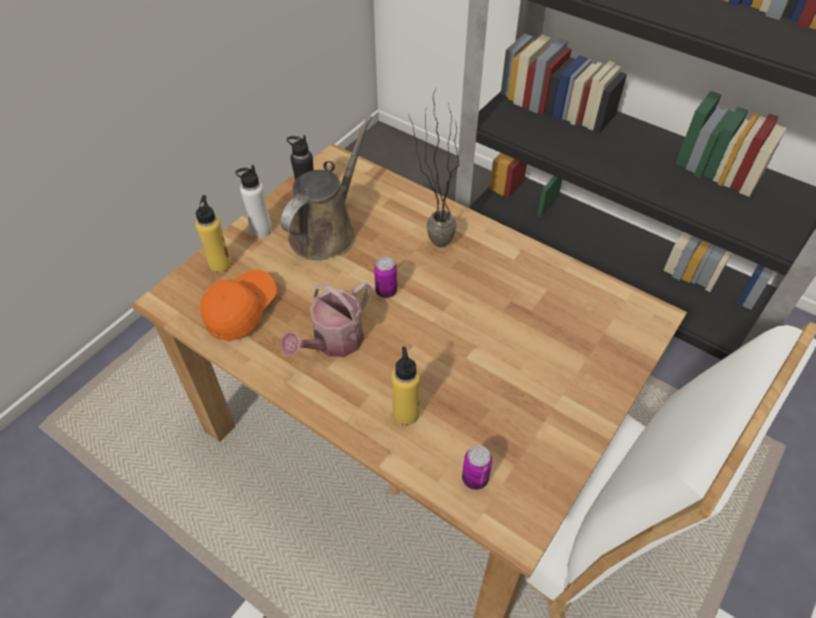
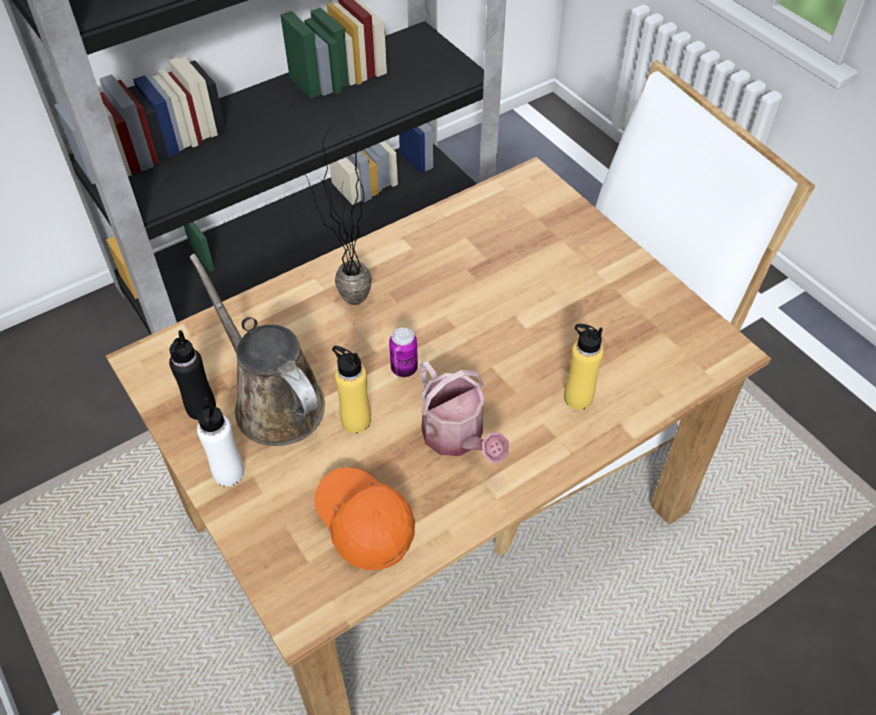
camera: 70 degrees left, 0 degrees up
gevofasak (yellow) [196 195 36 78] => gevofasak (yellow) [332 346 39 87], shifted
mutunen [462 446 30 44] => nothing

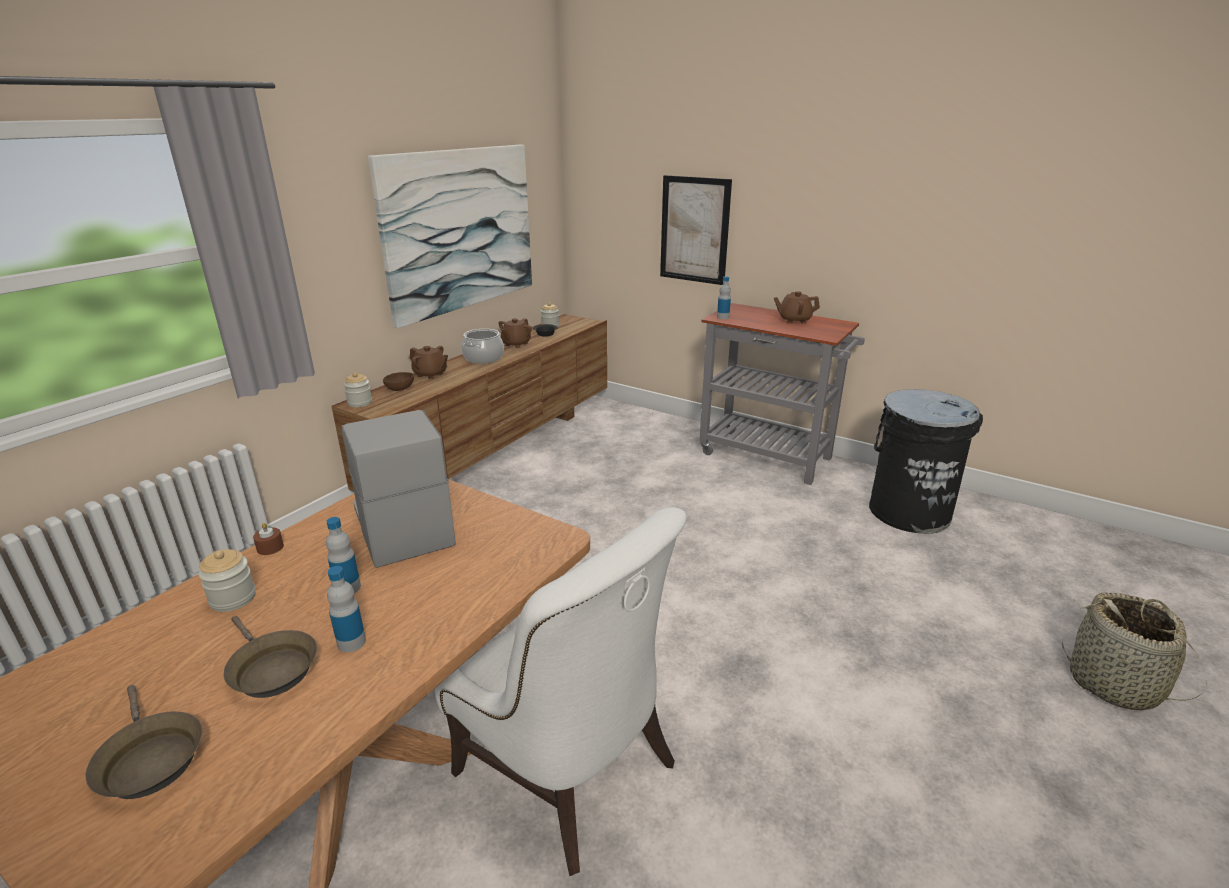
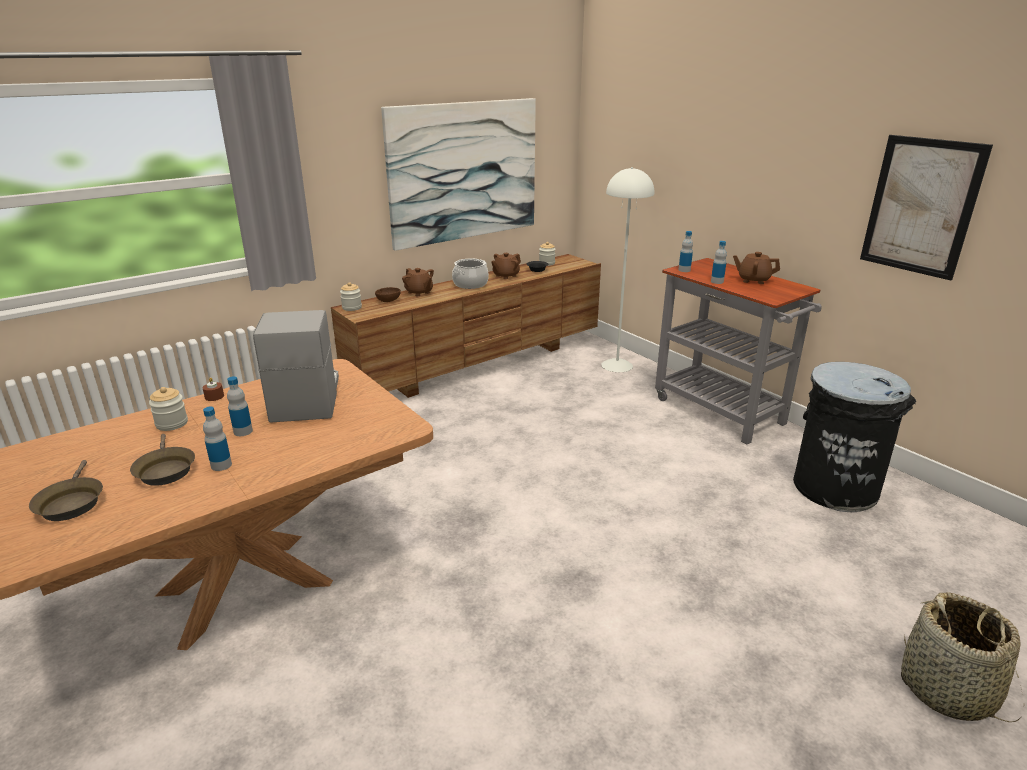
camera: 20 degrees right, 0 degrees up
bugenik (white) [434 507 253 369] => nothing
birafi [660 175 72 110] => birafi [860 135 133 146], shifted
nothing => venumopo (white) [601 167 53 205]
nothing => gevofasak [711 241 16 43]

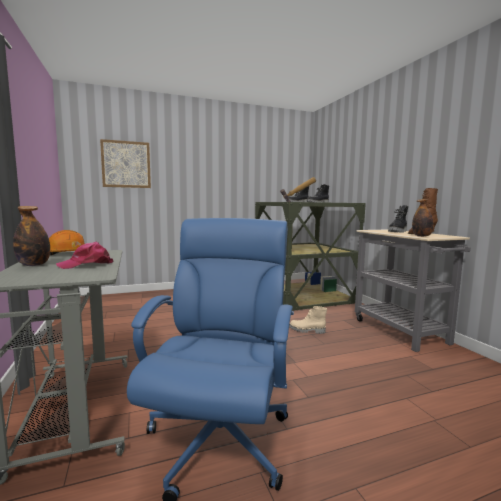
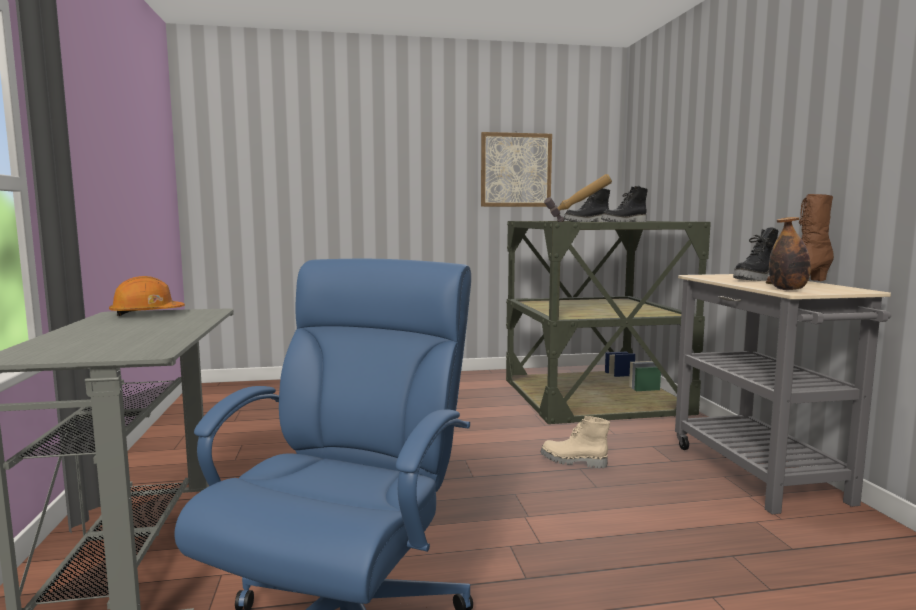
camera: 10 degrees right, 0 degrees up
gevofasak [13 206 37 60] => nothing
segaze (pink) [56 242 58 27] => nothing
birafi [100 139 51 49] => birafi [481 131 71 76], shifted

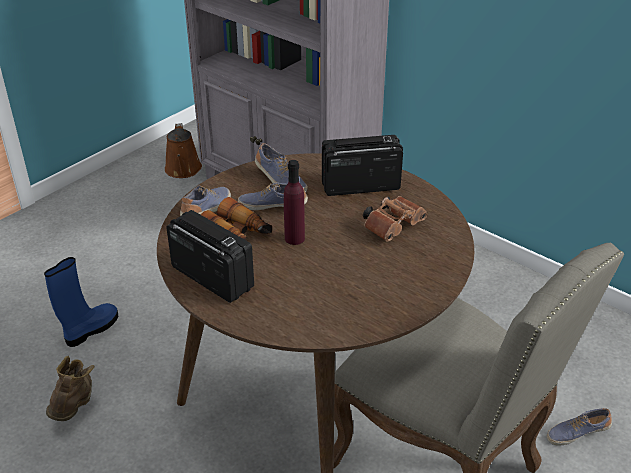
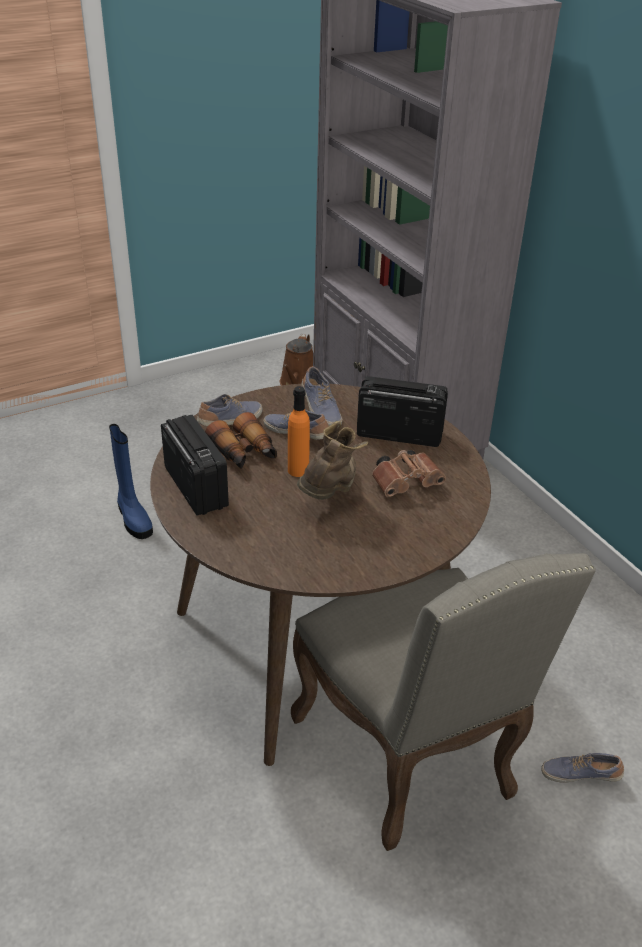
camera: 20 degrees right, 0 degrees up
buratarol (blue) [44 257 74 90] => buratarol (blue) [109 424 44 115], 90 degrees clockwise
buratarol (brown) [46 356 48 65] => buratarol (brown) [297 421 71 79], shifted
gevofasak (purple) [284 160 21 85] => gevofasak (orange) [288 386 22 91]

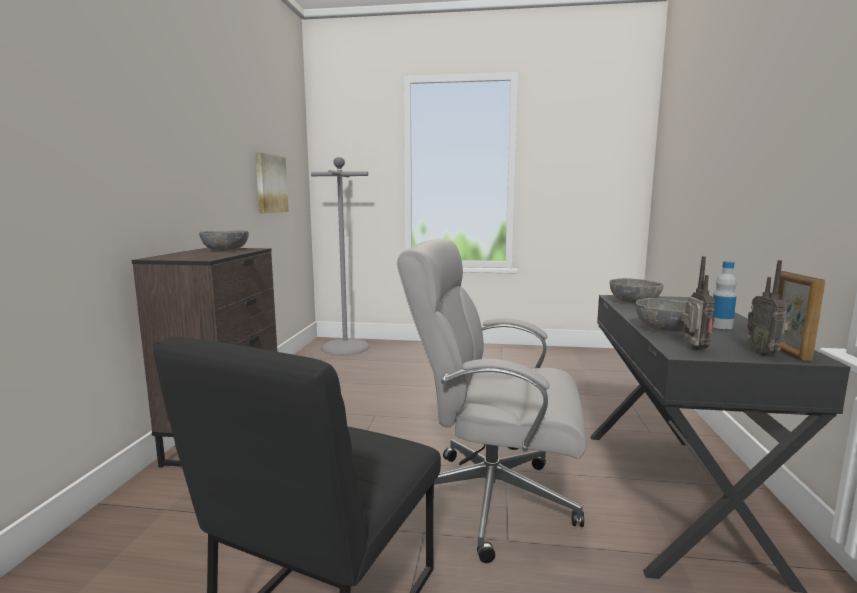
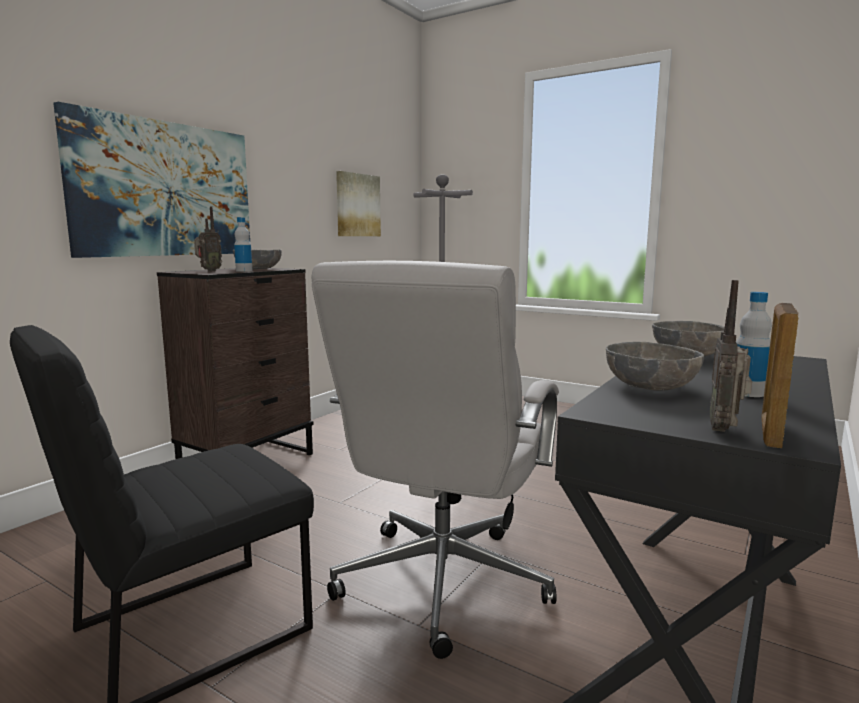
camera: 25 degrees right, 0 degrees up
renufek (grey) [397 238 190 325] => renufek (grey) [311 261 248 398], 105 degrees counterclockwise
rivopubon [681 256 34 94] => rivopubon [194 206 28 65], shifted
nothing => birafi [53 102 197 156]
nothing => gevofasak [234 217 18 55]

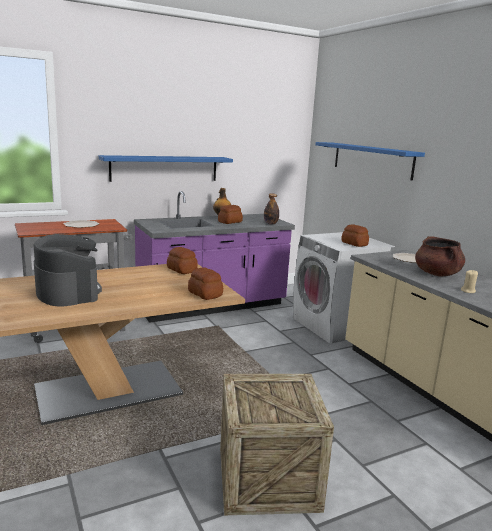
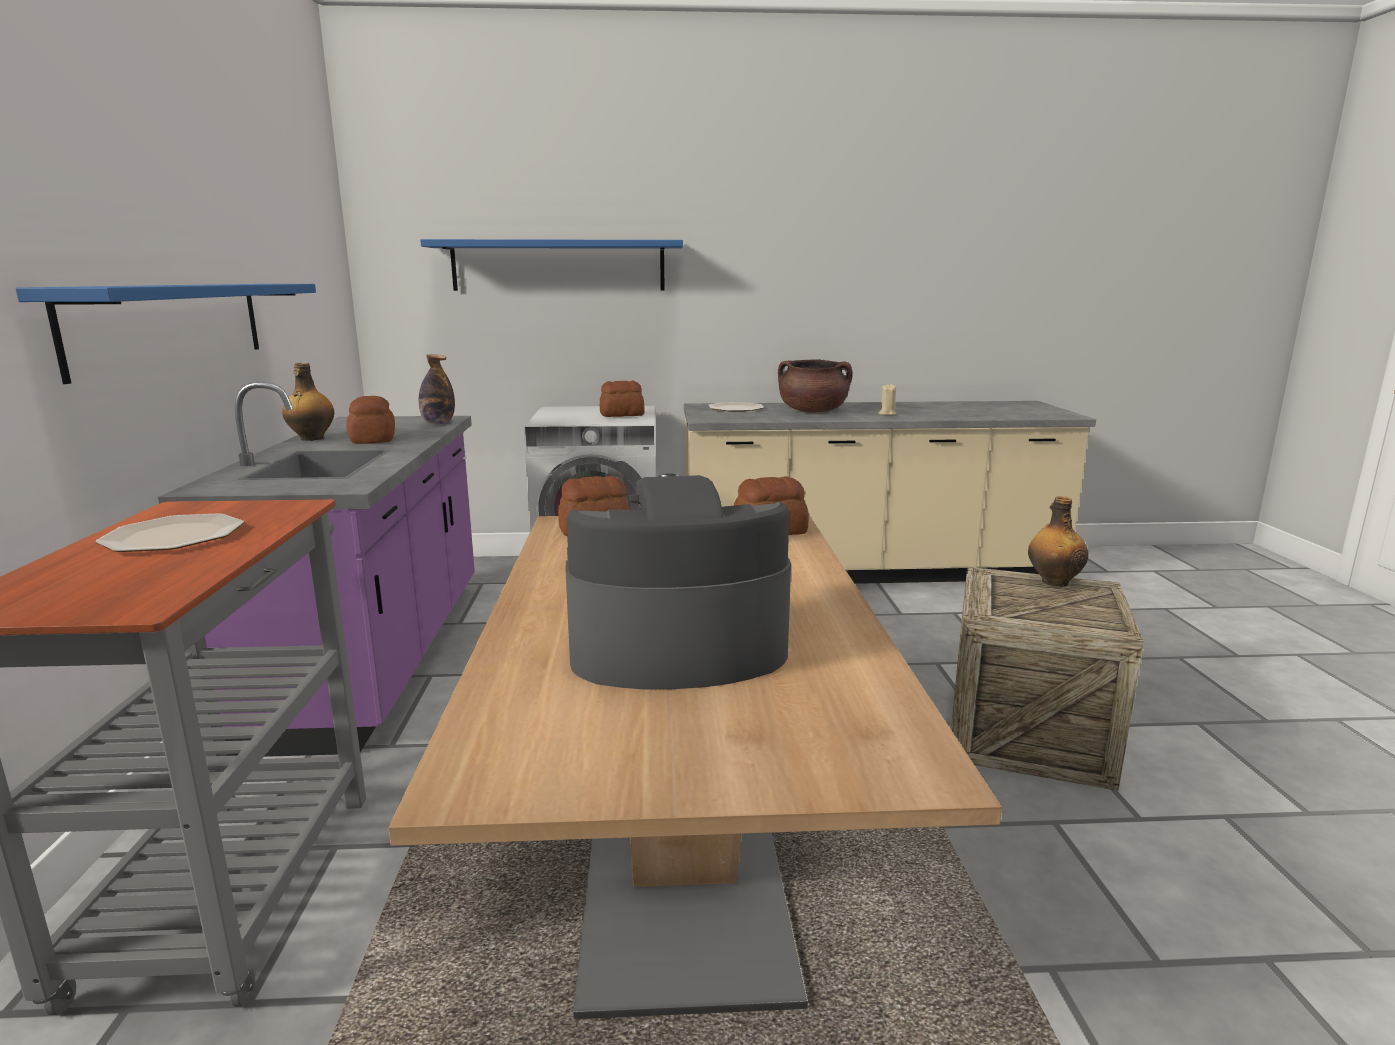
camera: 65 degrees left, 0 degrees up
nothing => gevofasak [1028 496 60 91]

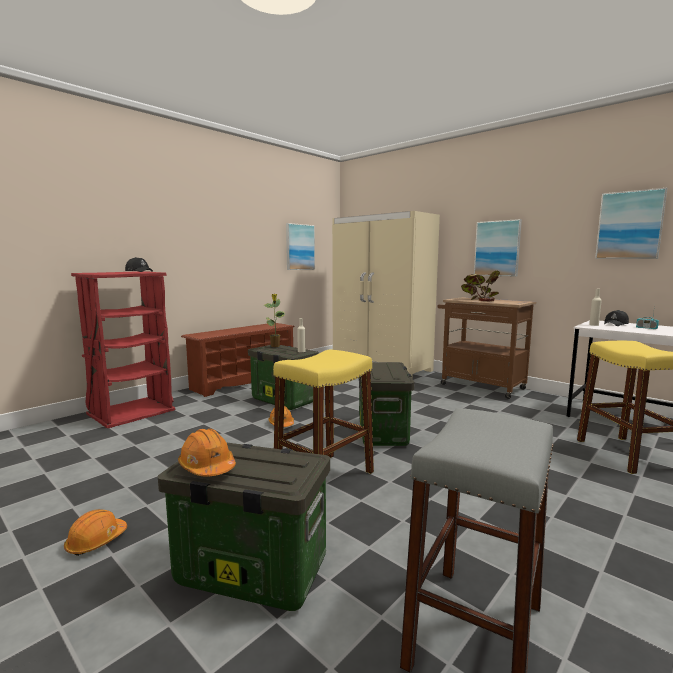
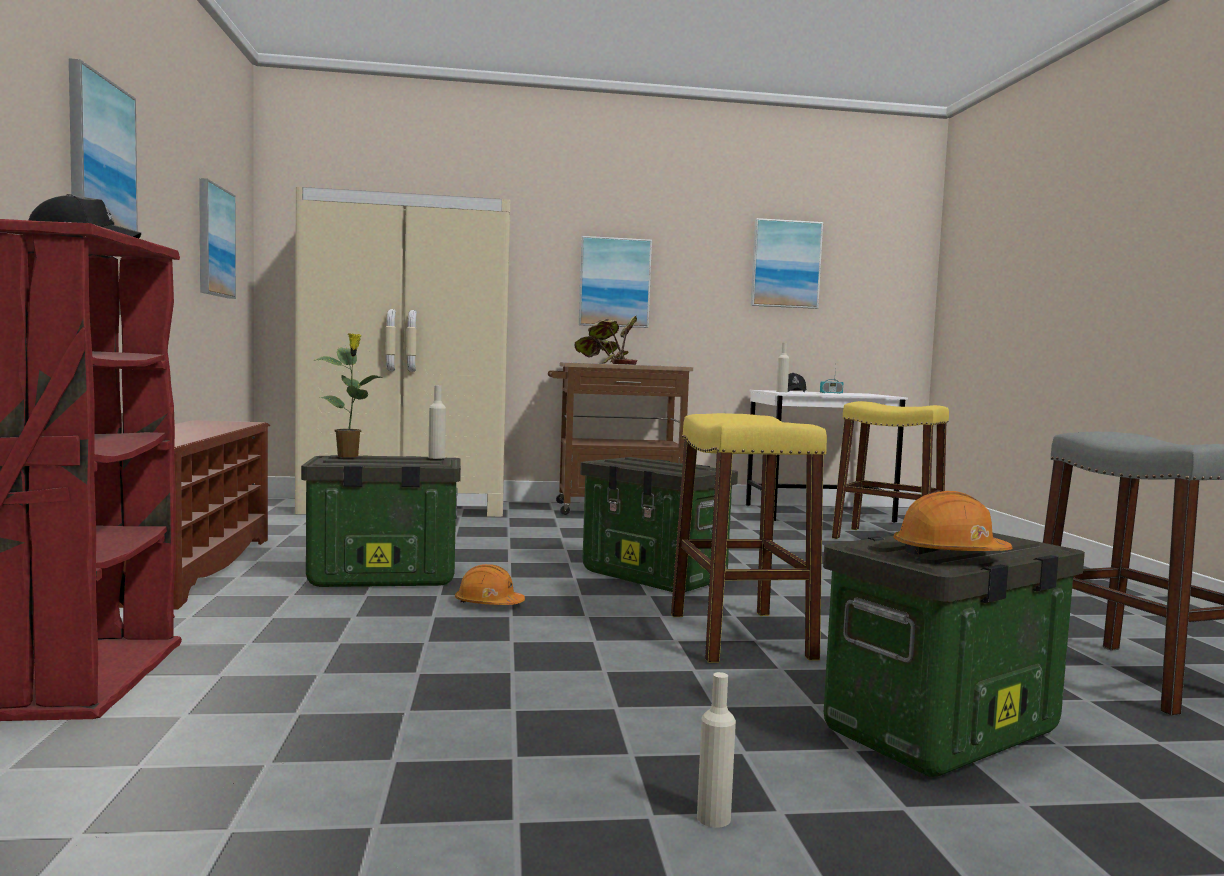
camera: 50 degrees left, 5 degrees down
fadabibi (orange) [64 509 63 47] => gevofasak (beige) [697 672 39 156]
nothing => birafi [69 58 69 174]

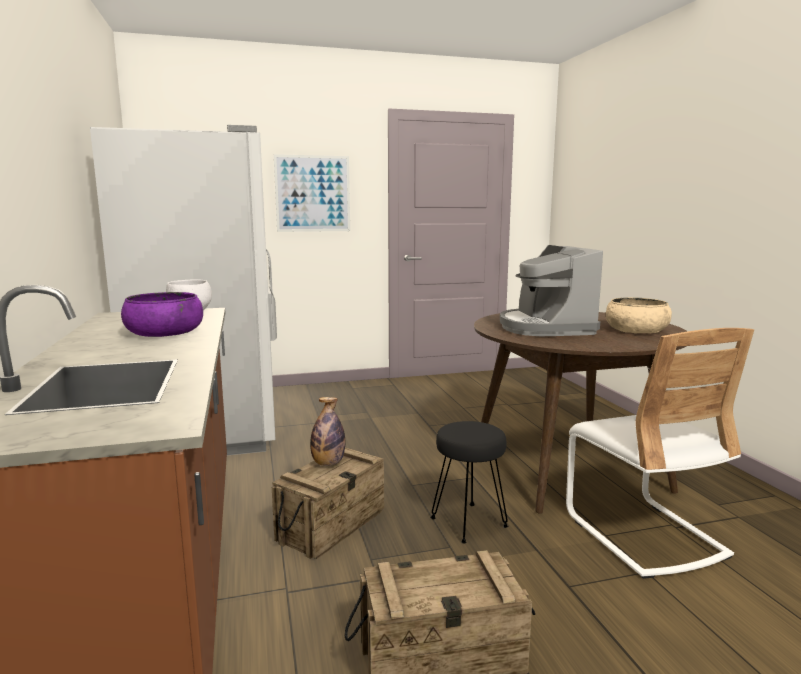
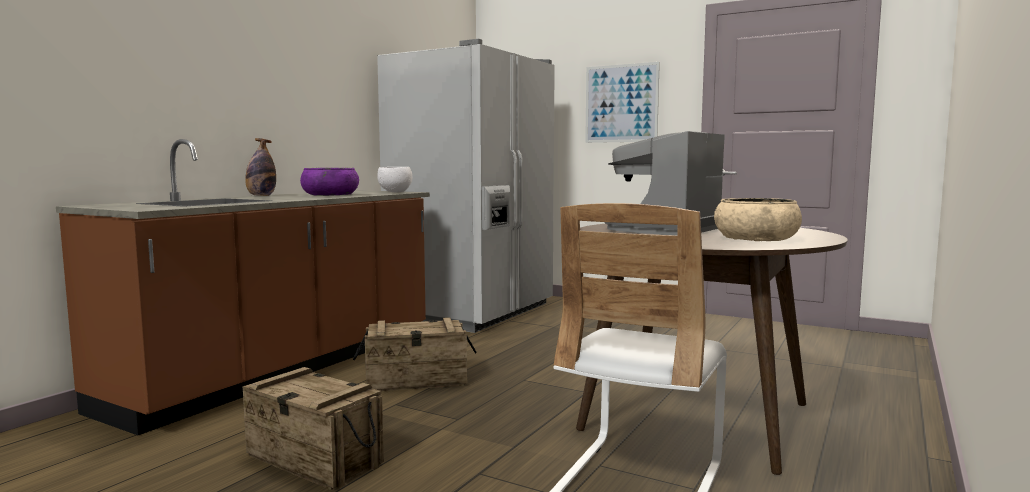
camera: 45 degrees right, 5 degrees down
gevofasak [310 397 35 69] => gevofasak [245 138 31 58], shifted
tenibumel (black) [430 421 78 122] => nothing

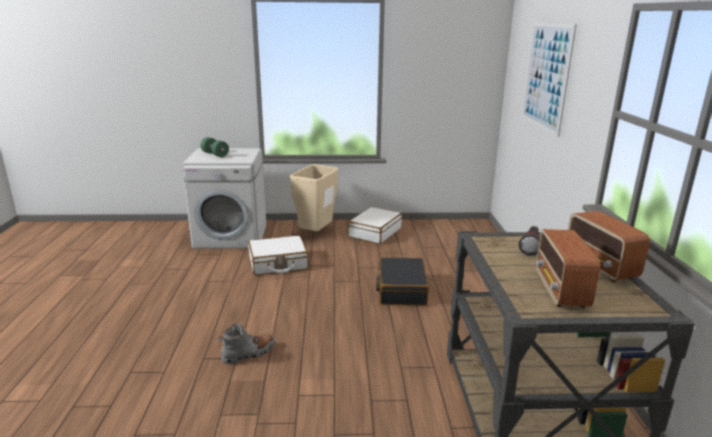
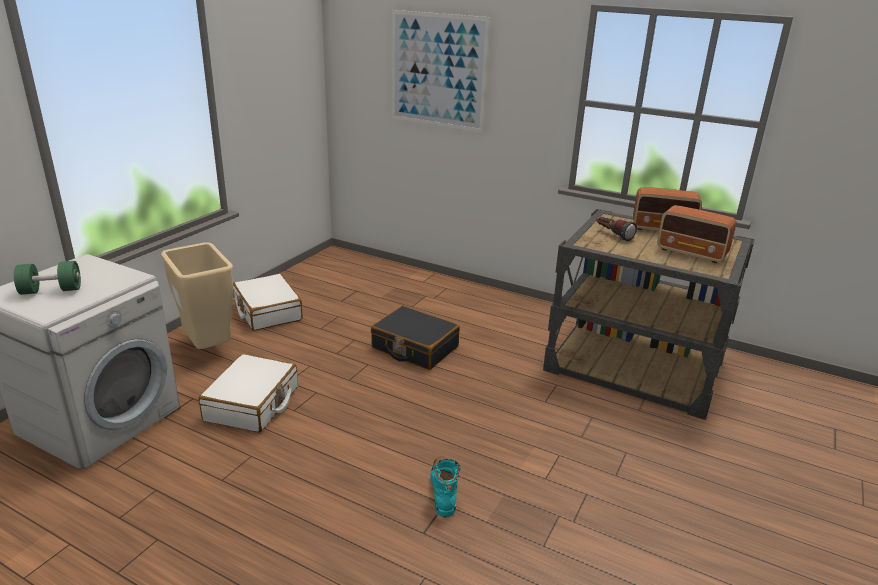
camera: 60 degrees left, 5 degrees up
buratarol (grey) [218 322 57 43] => buratarol (turquoise) [430 457 31 60]

